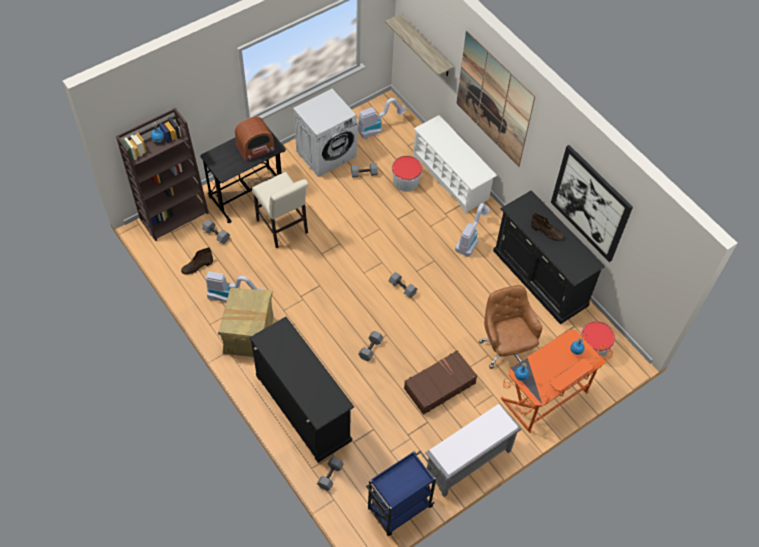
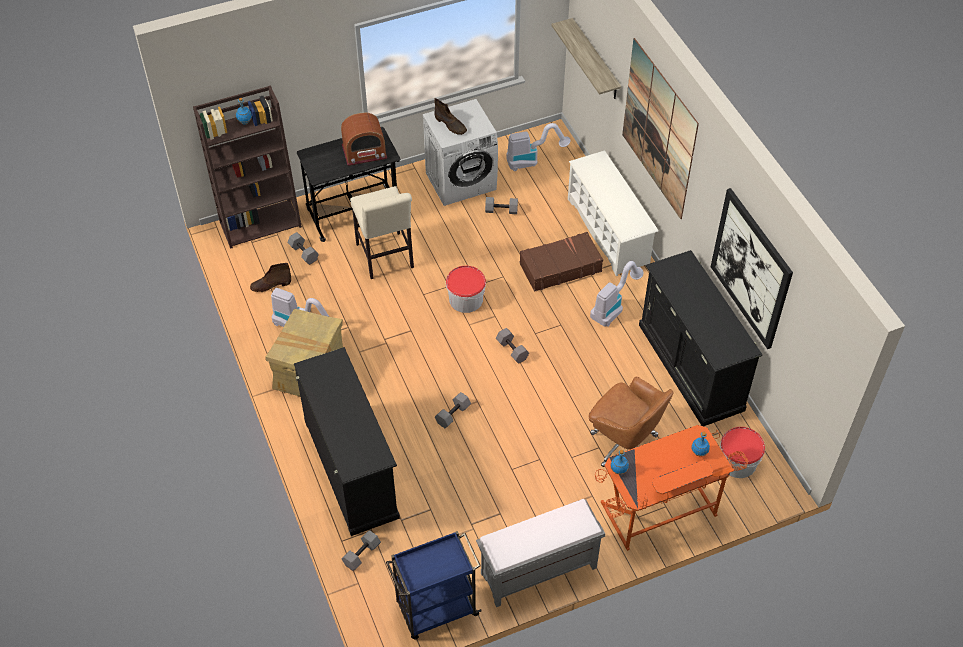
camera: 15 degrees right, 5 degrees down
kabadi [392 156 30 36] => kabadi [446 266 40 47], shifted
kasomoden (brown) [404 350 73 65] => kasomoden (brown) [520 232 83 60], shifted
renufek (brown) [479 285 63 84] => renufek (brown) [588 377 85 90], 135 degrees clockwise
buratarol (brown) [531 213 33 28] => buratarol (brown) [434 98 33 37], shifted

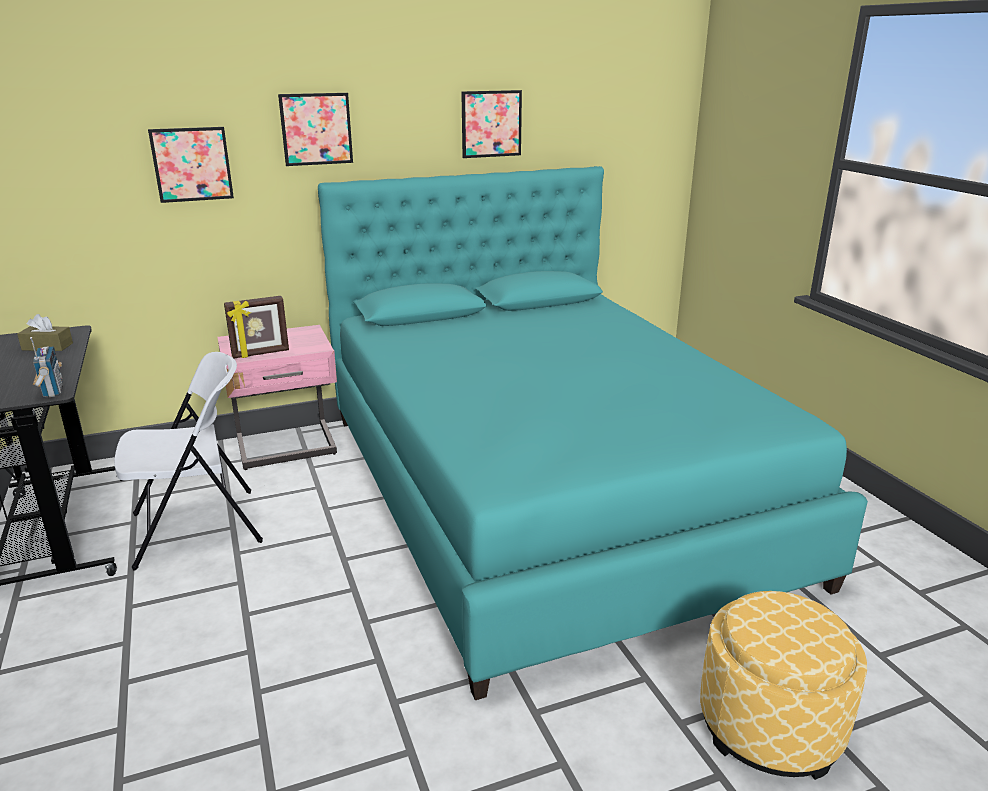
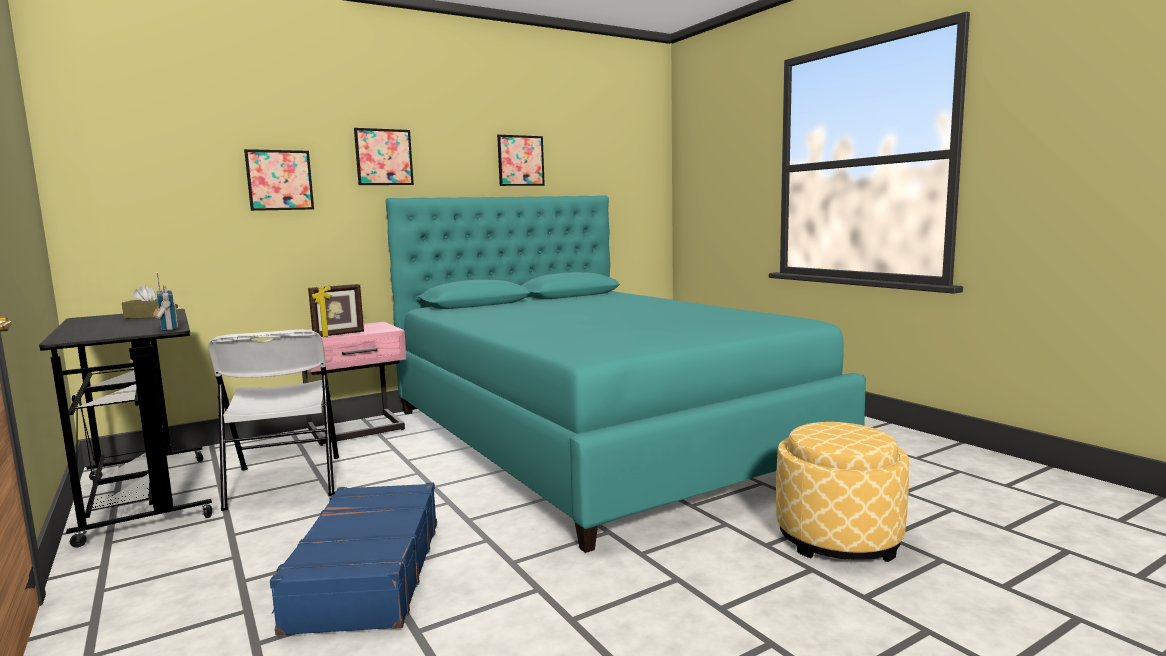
camera: 10 degrees left, 15 degrees down
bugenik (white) [114 352 149 219] => bugenik (white) [208 330 131 181], 105 degrees clockwise
nothing => kasomoden (blue) [270 483 167 153]

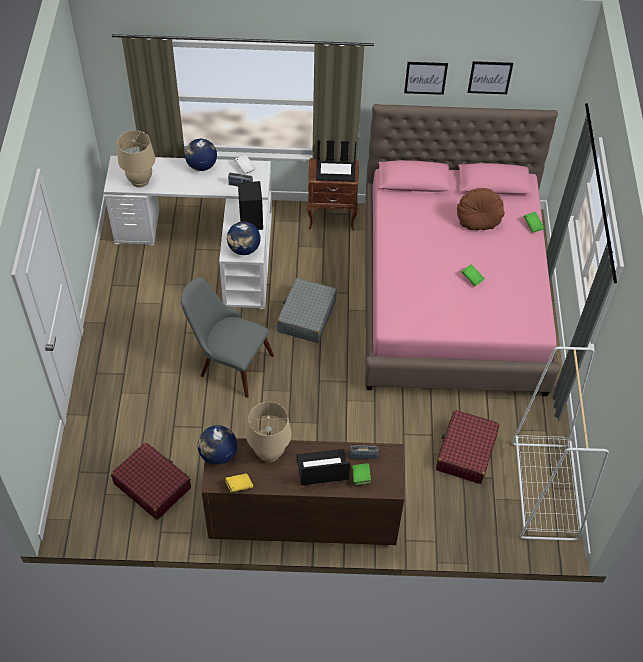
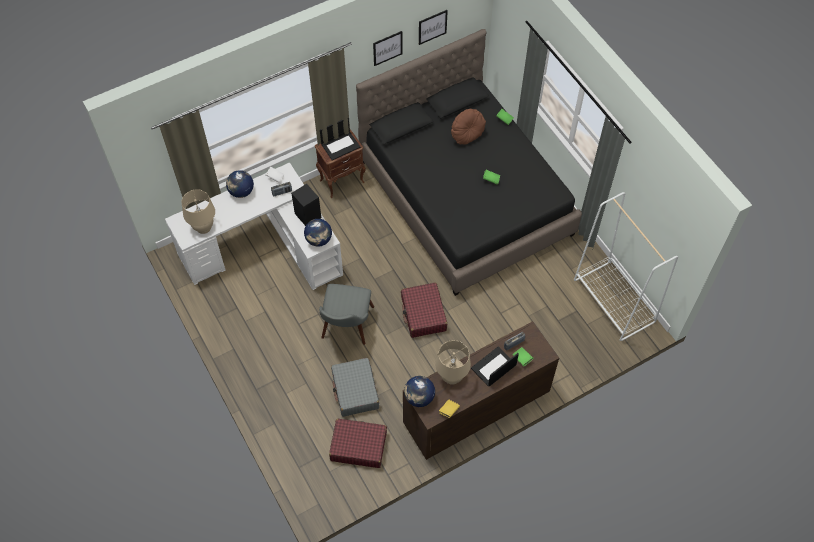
camera: 30 degrees left, 5 degrees up
bugenik (grey) [181 277 93 121] => bugenik (grey) [319 284 55 61], 75 degrees counterclockwise
kasomoden (grey) [277 278 60 65] => kasomoden (grey) [331 358 48 59], shifted
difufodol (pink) [365 104 196 292] => difufodol (black) [356 29 226 267]
kasomoden (red) [436 410 63 74] => kasomoden (red) [401 283 46 55], shifted

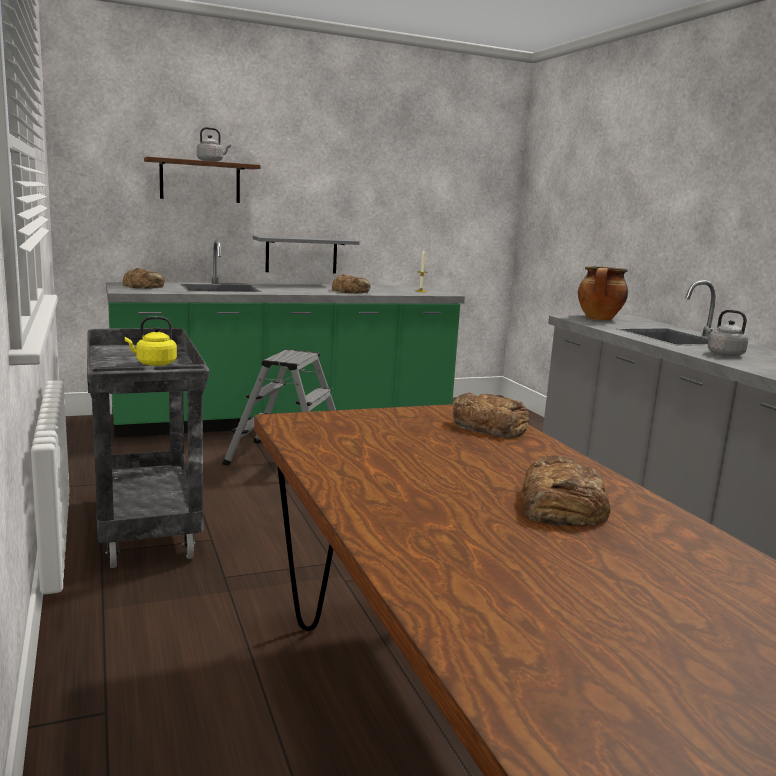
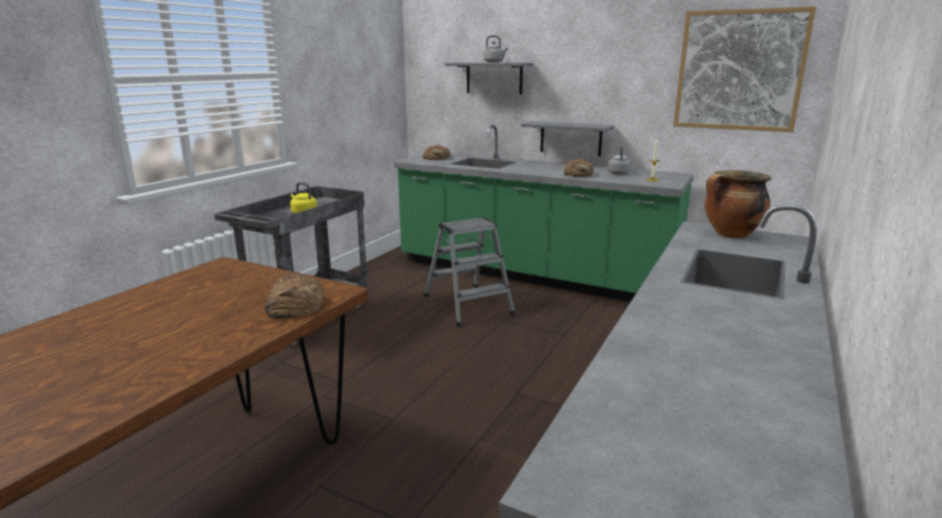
camera: 50 degrees right, 5 degrees up
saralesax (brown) [144 157 117 46] => saralesax (grey) [445 63 88 31]
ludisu [522 456 89 70] => nothing
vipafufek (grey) [704 310 44 46] => vipafufek (grey) [608 146 23 29], shifted
nothing => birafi [673 7 143 125]

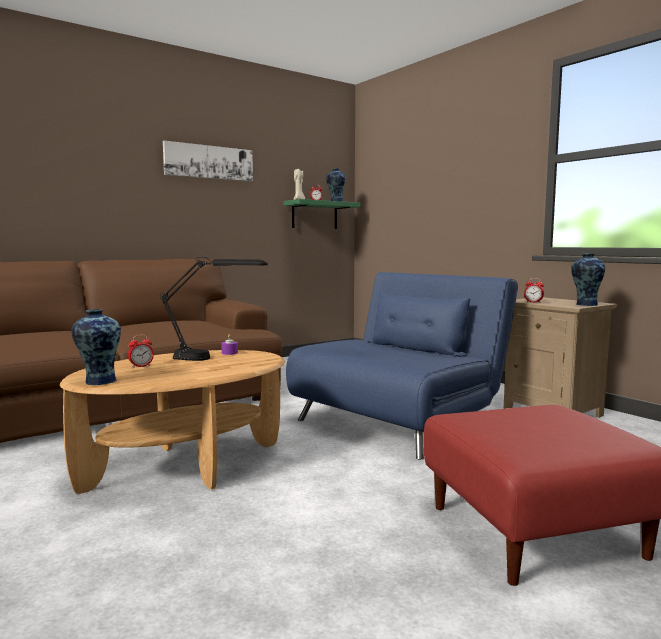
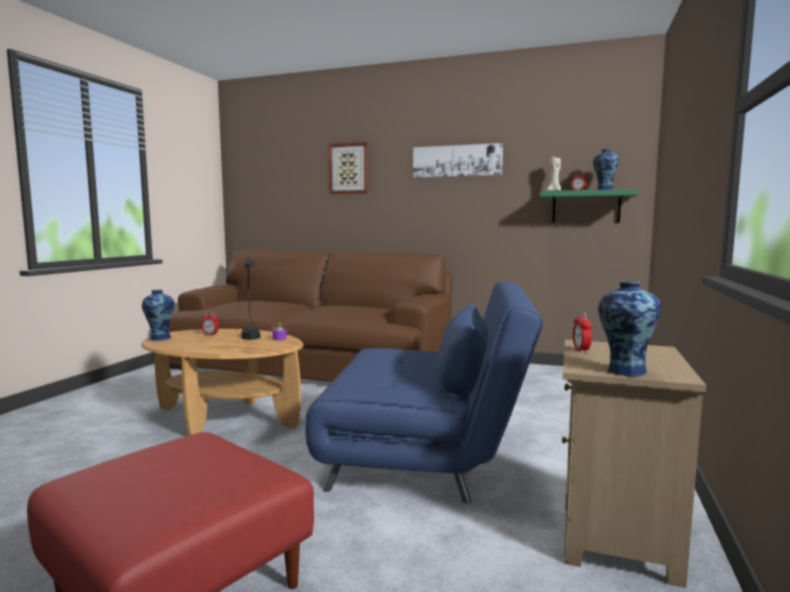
camera: 55 degrees right, 0 degrees up
nothing => birafi [329 142 40 52]

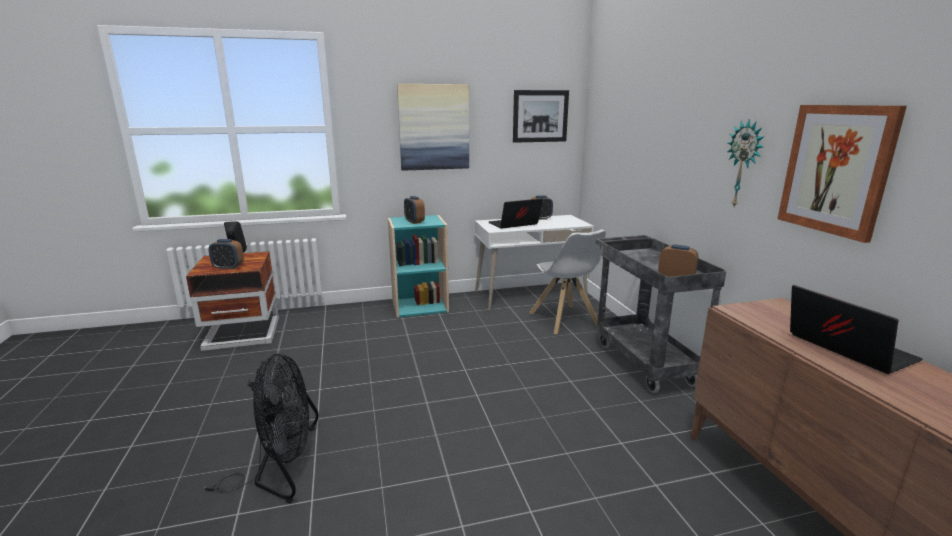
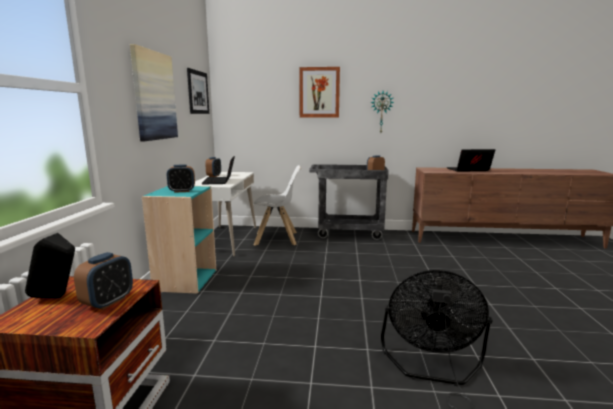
camera: 70 degrees left, 5 degrees down
birafi [778 105 129 138] => birafi [299 67 41 51], shifted

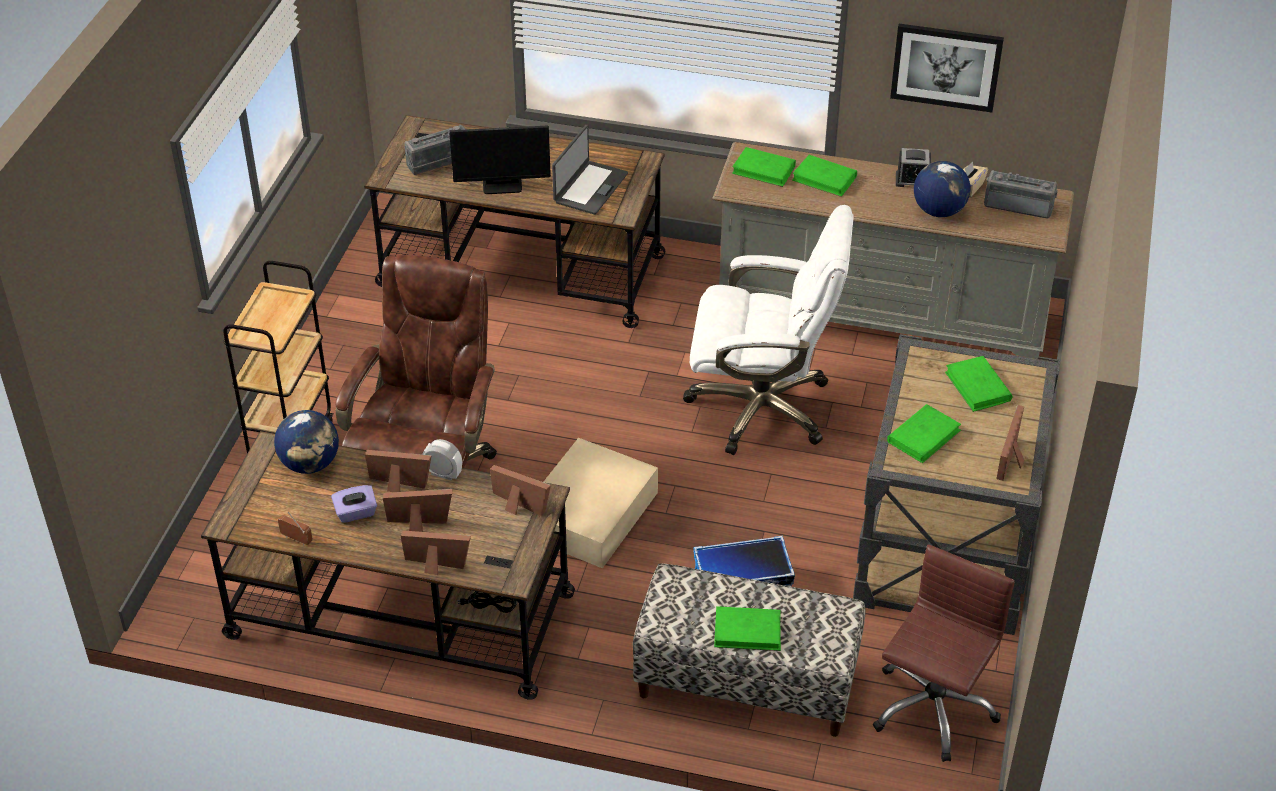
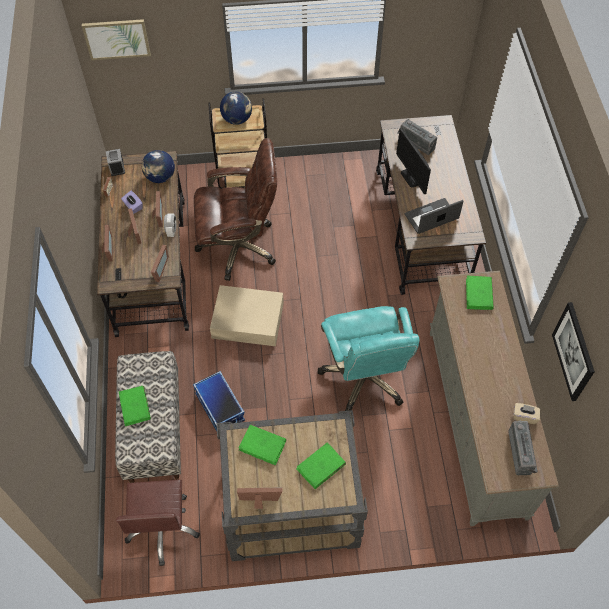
camera: 70 degrees right, 15 degrees up
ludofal [552 125 76 90] => ludofal [405 198 59 36], 150 degrees clockwise
renufek (white) [683 205 171 250] => renufek (turquoise) [317 306 102 105]
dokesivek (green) [792 155 65 42] => nothing
renufek (brown) [873 544 142 218] => renufek (brown) [116 480 84 86], 75 degrees clockwise
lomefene [896 148 35 39] => lomefene [106 149 19 27], shifted
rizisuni [914 161 57 56] => rizisuni [220 92 32 33], shifted
nothing => birafi [82 19 69 41]

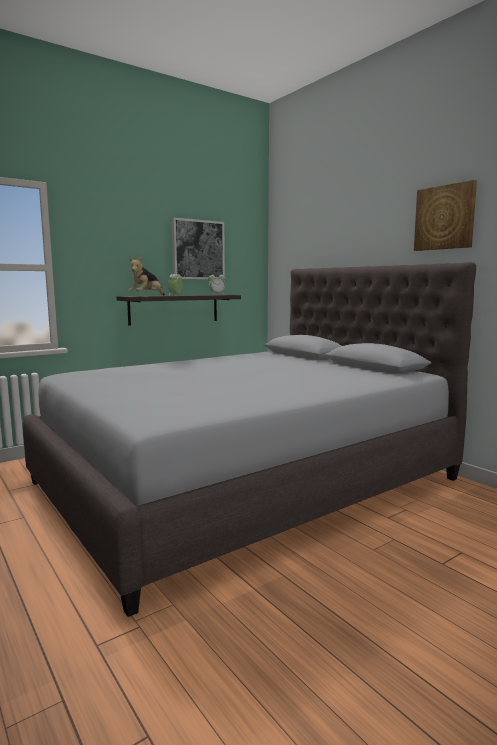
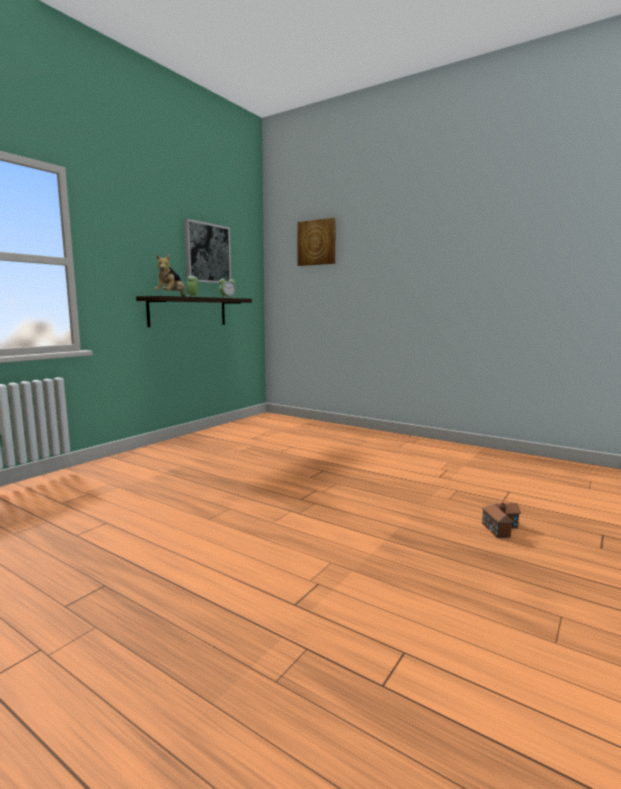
camera: 20 degrees left, 0 degrees up
difufodol (grey) [22 262 454 355] => nothing
birafi [414 180 63 71] => birafi [297 218 39 48], shifted
nothing => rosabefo [482 502 39 36]

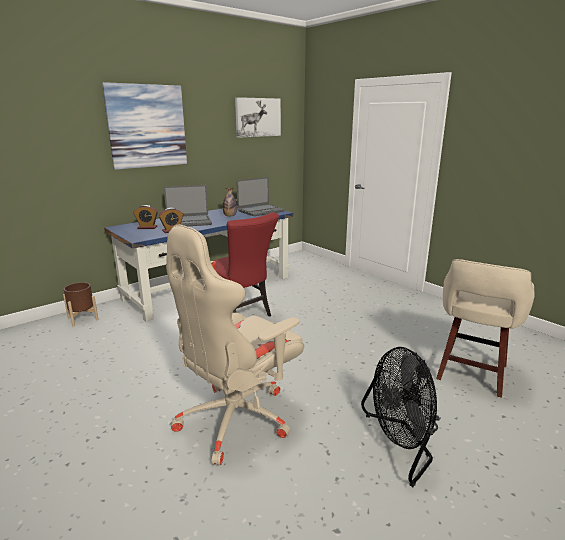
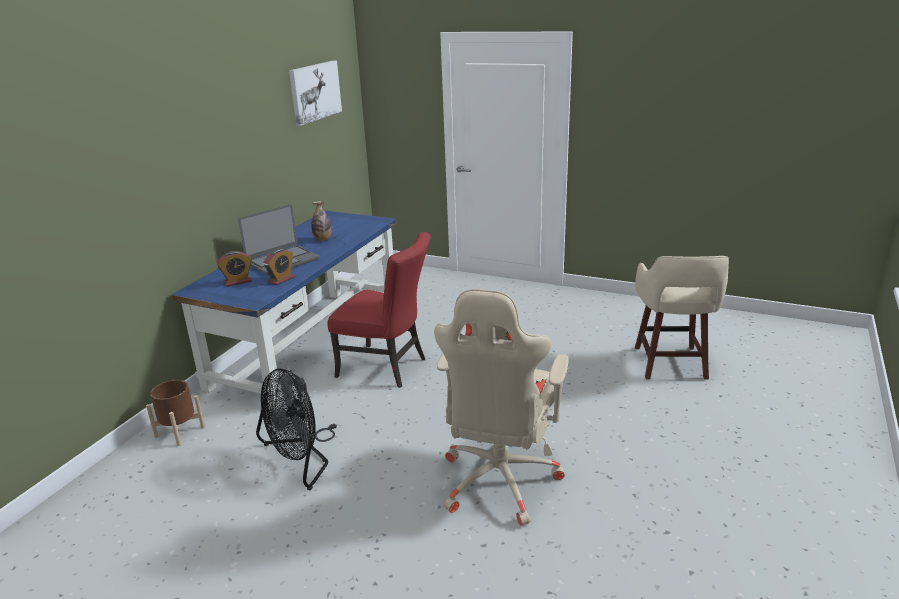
camera: 25 degrees left, 5 degrees up
birafi [102 82 85 88] => nothing
ludofal [237 177 48 39] => nothing
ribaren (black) [361 347 79 140] => ribaren (black) [256 368 81 123], shifted

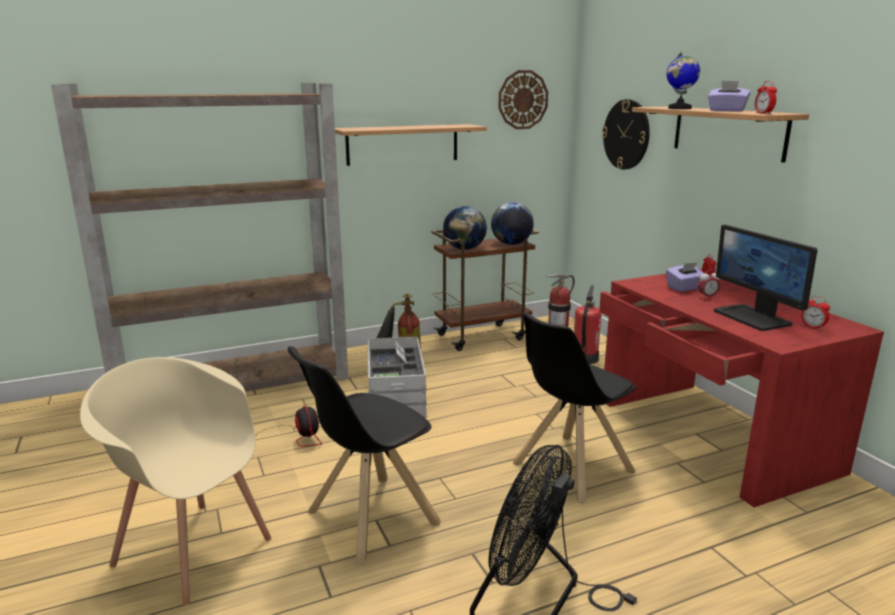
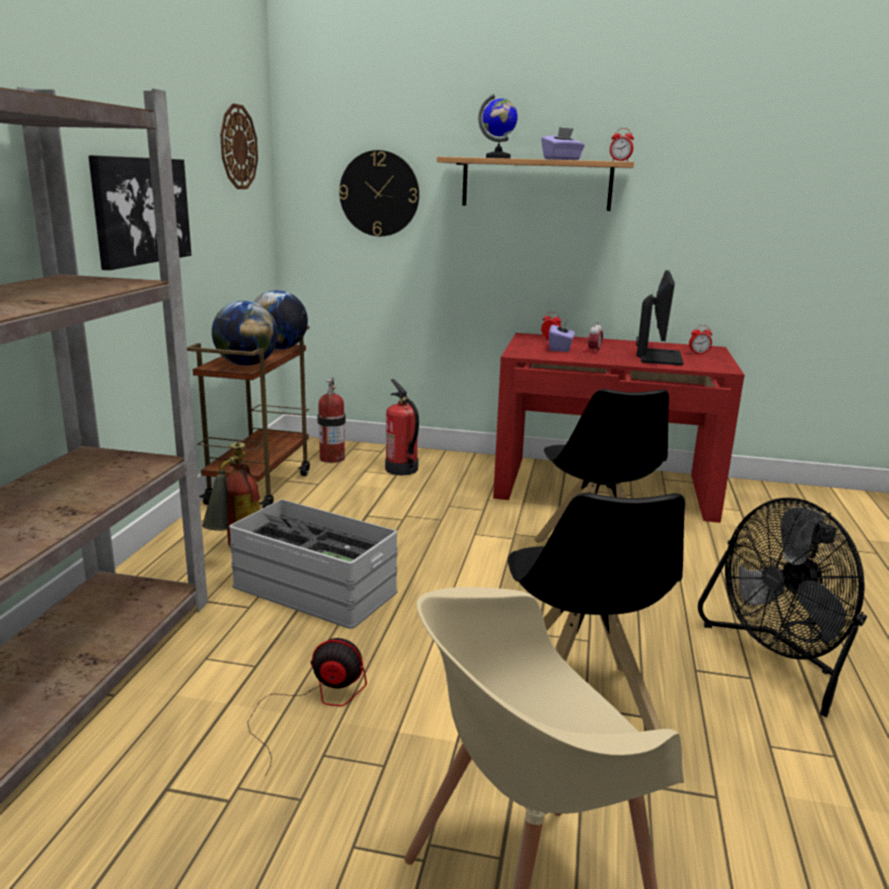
camera: 55 degrees left, 0 degrees up
saralesax [335 124 152 42] => birafi [88 155 103 115]
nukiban [714 225 103 106] => nukiban [636 270 47 96], 90 degrees counterclockwise

